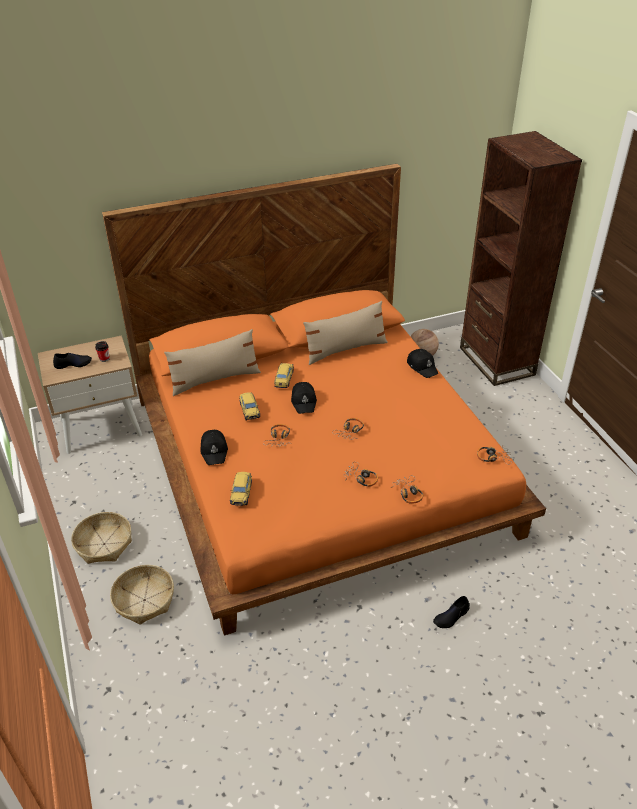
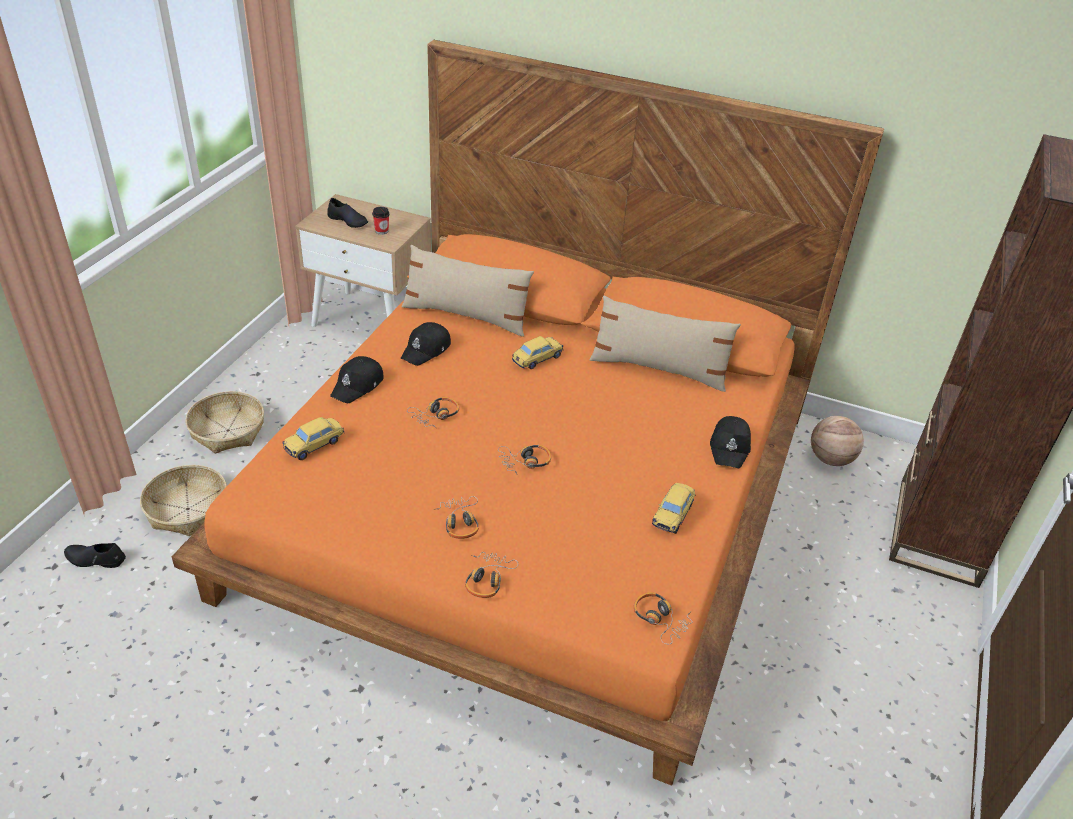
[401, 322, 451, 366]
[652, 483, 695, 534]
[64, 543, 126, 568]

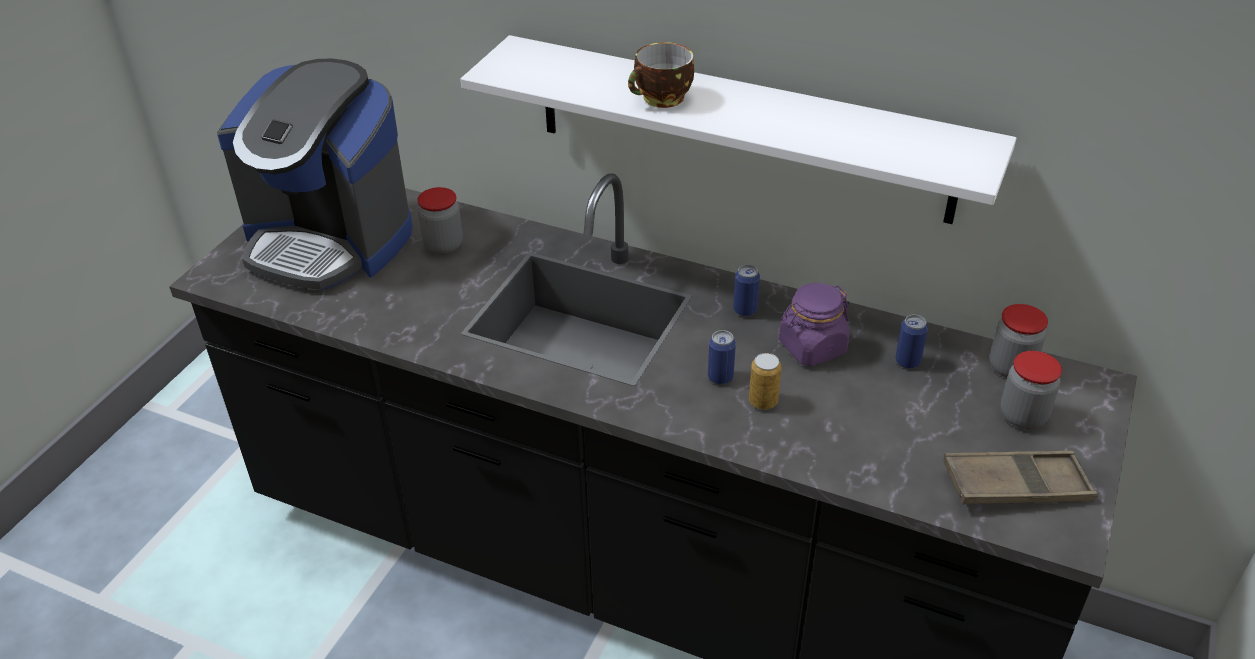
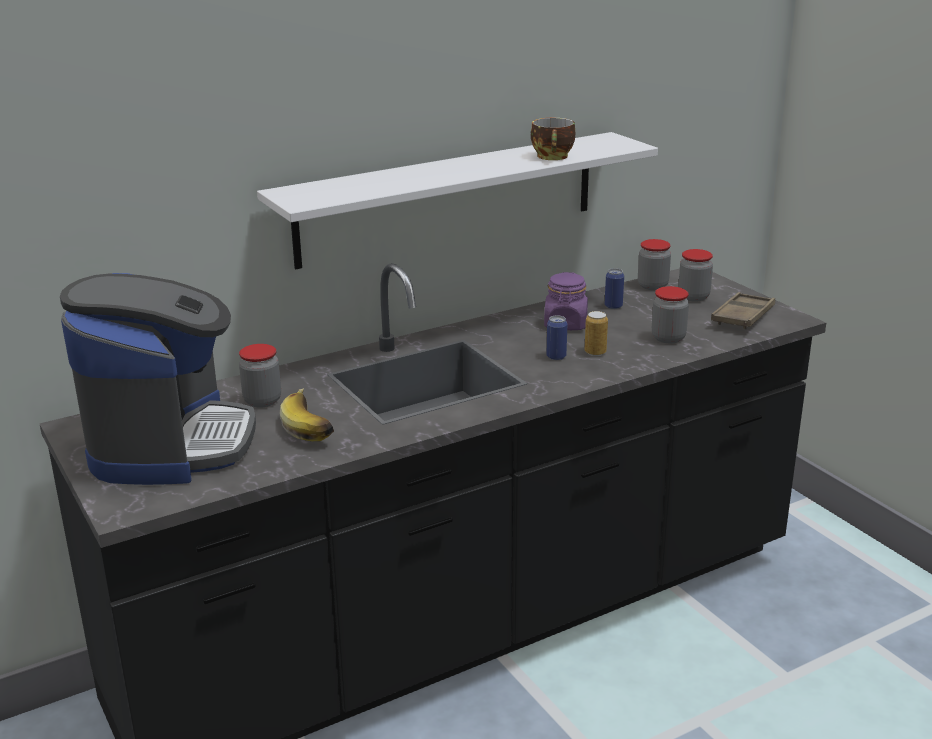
[531, 118, 575, 160]
[60, 273, 256, 485]
[733, 264, 760, 317] (first image)
[652, 286, 689, 343]
[280, 388, 334, 441]

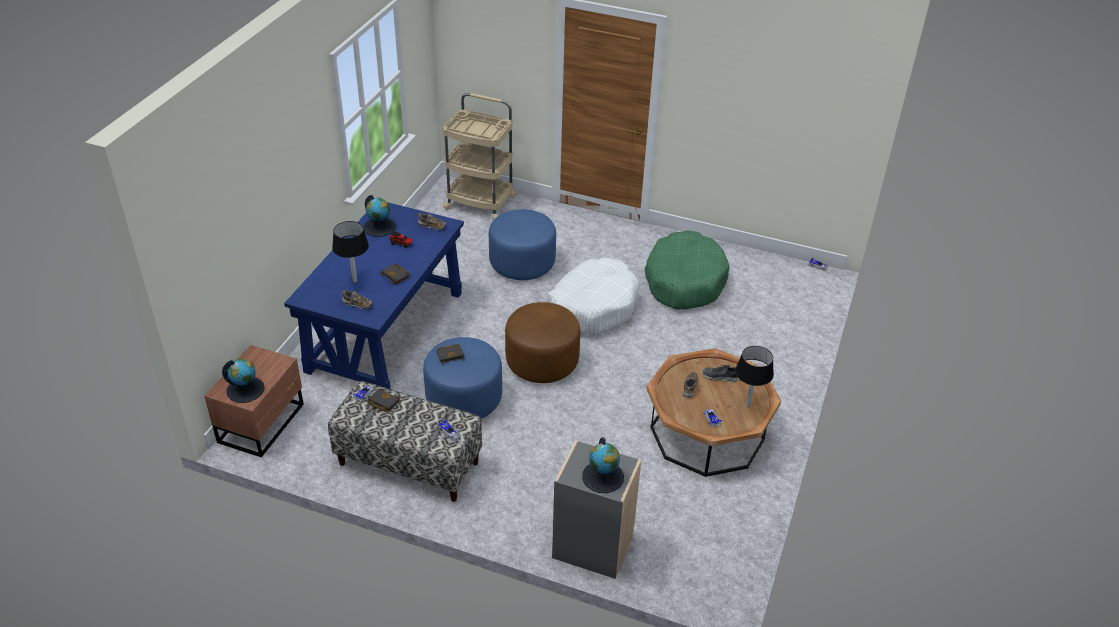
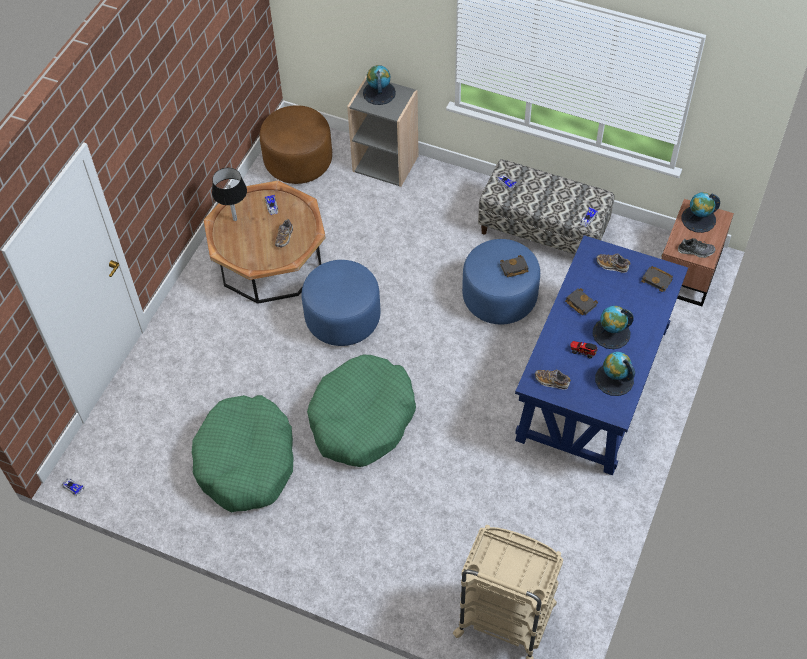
[302, 260, 381, 346]
[332, 221, 369, 283] (first image)
[307, 355, 416, 467]
[260, 105, 332, 184]
[678, 238, 716, 258]
[641, 266, 673, 292]
[593, 306, 634, 349]

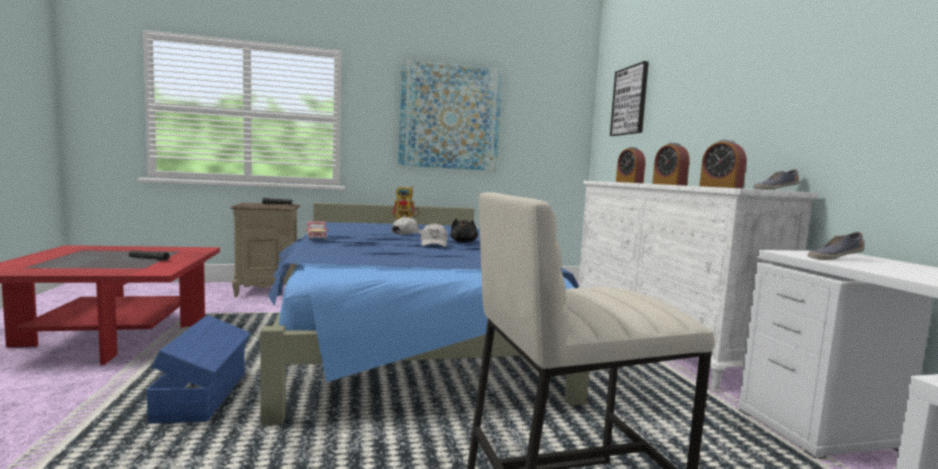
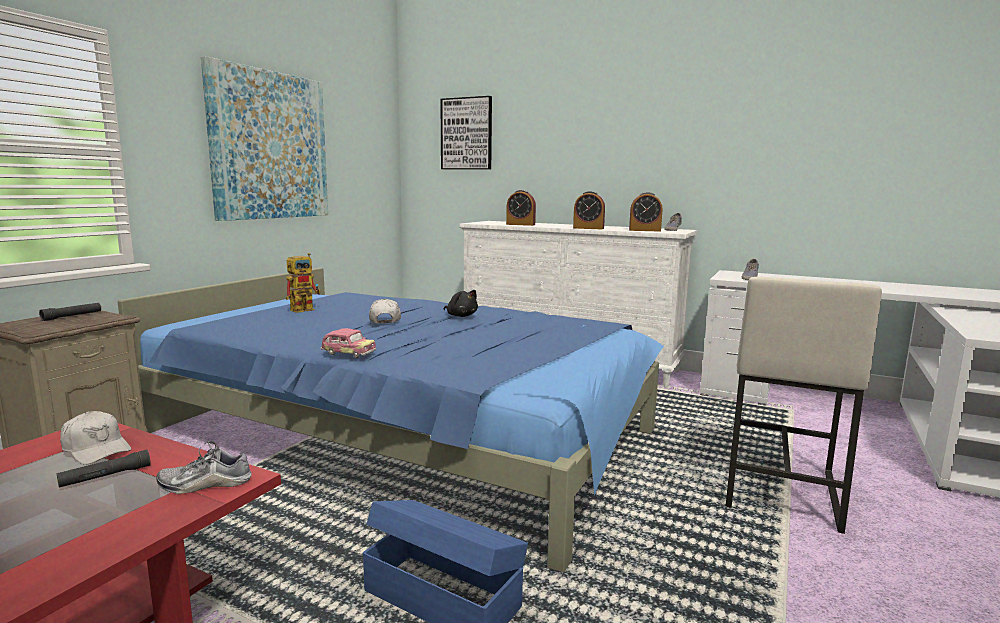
[60, 411, 131, 465]
[156, 441, 252, 494]

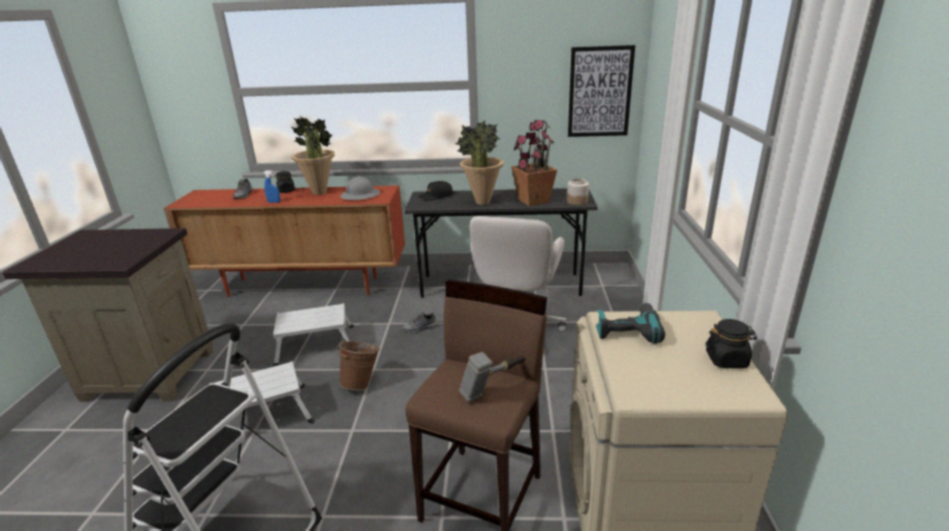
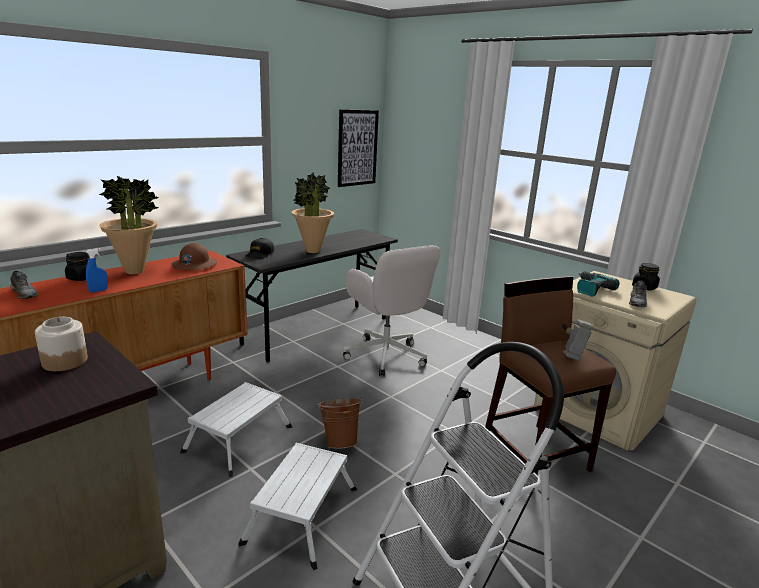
[512, 120, 557, 206] (first image)
[172, 243, 217, 270]
[35, 317, 88, 371]
[629, 280, 647, 307]

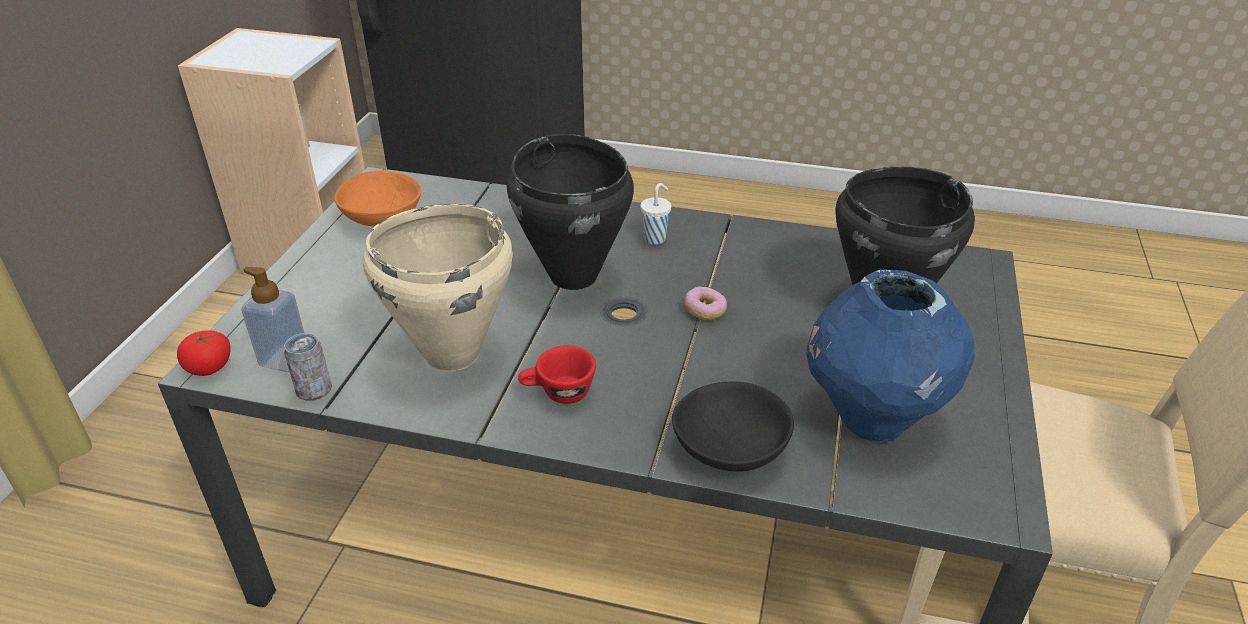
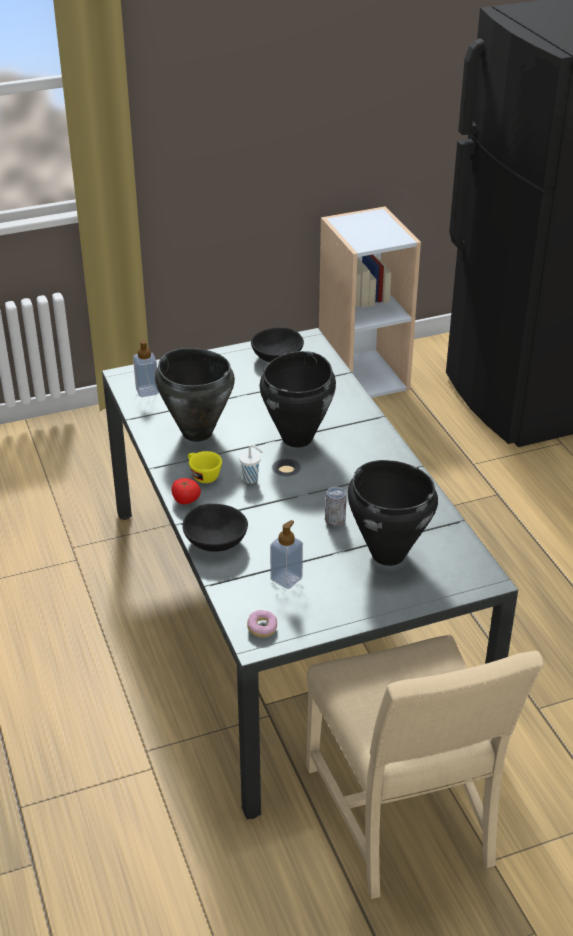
[251, 327, 304, 362]
[239, 445, 263, 484]
[155, 348, 235, 442]
[270, 520, 303, 589]
[247, 610, 277, 638]
[172, 478, 201, 504]
[325, 487, 347, 526]
[188, 451, 222, 483]

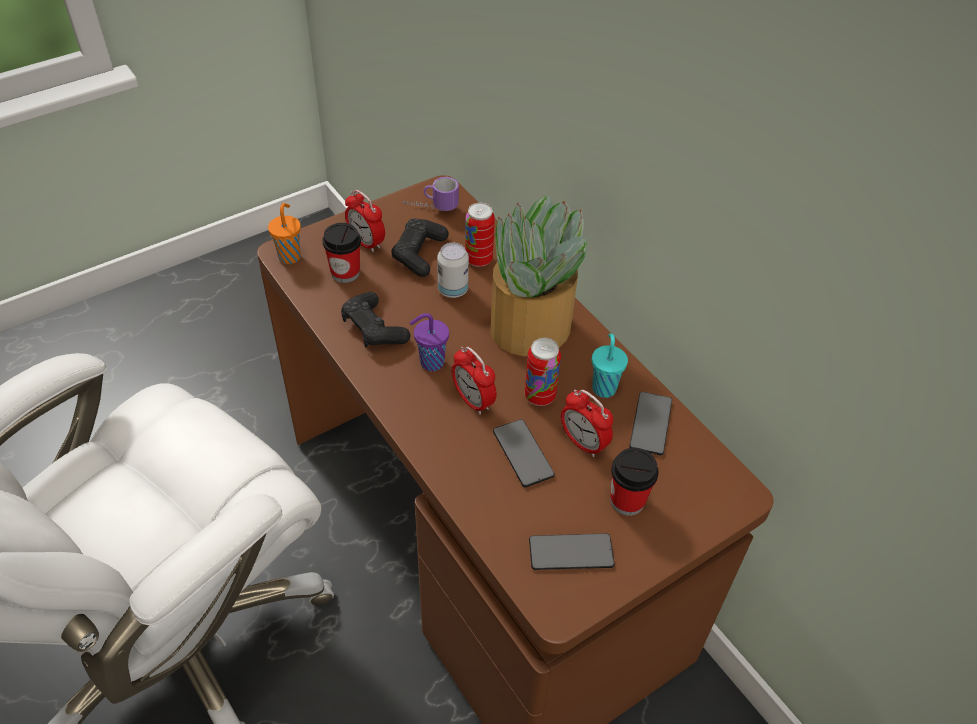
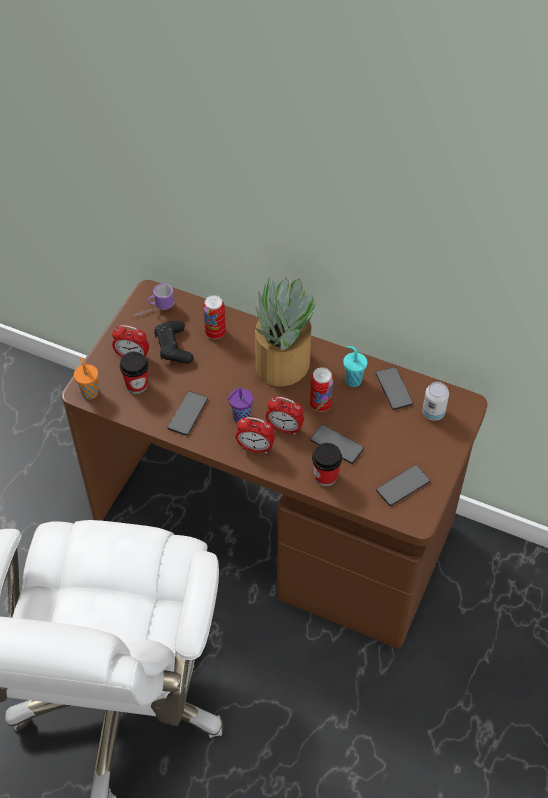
[422, 382, 449, 421]
[168, 391, 208, 436]
[236, 417, 274, 453]
[312, 443, 342, 486]

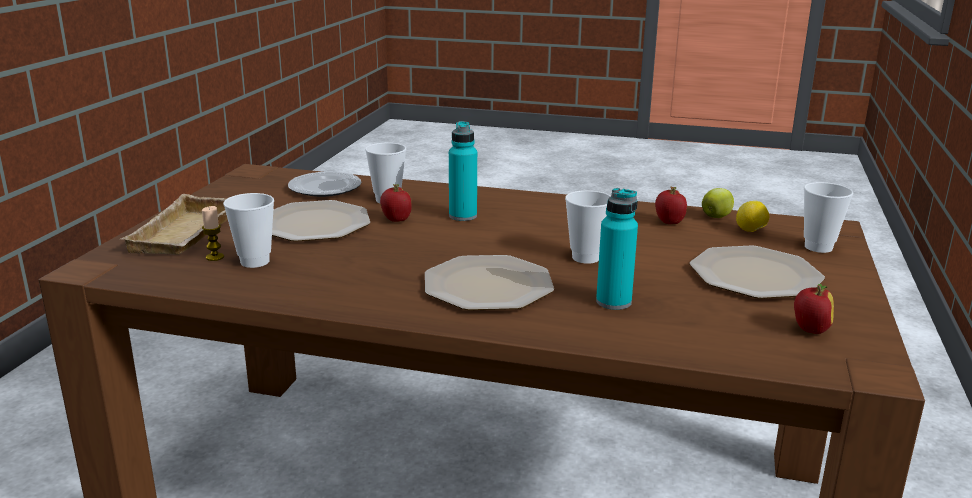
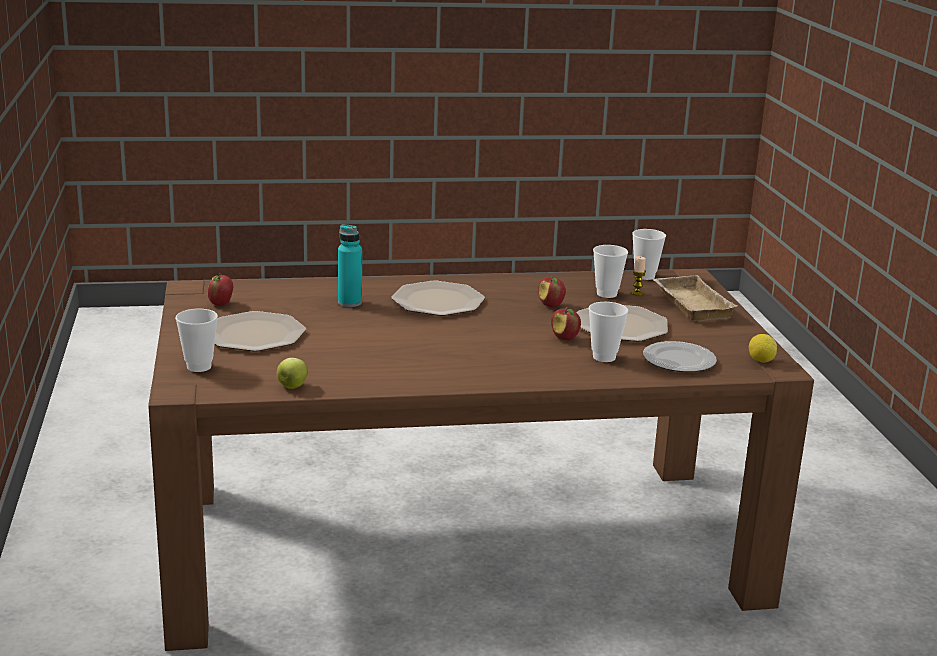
[449, 121, 477, 221] (first image)
[538, 275, 566, 307]
[632, 229, 666, 280]
[749, 334, 777, 363]

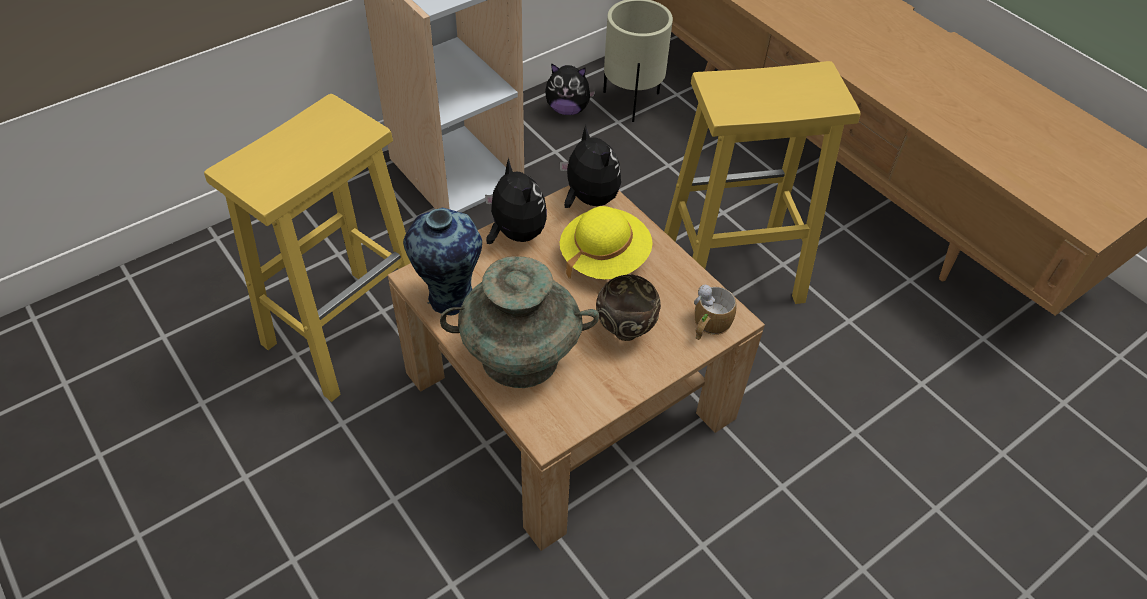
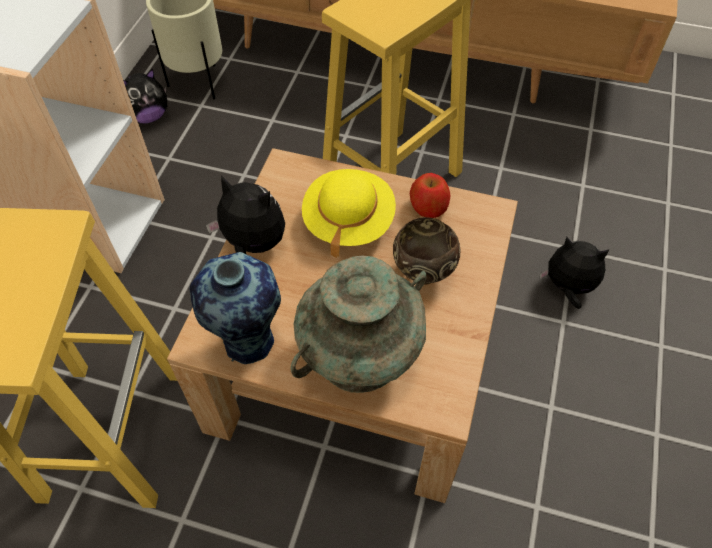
[540, 237, 609, 309]
[694, 285, 736, 340] (first image)
[410, 173, 451, 218]

